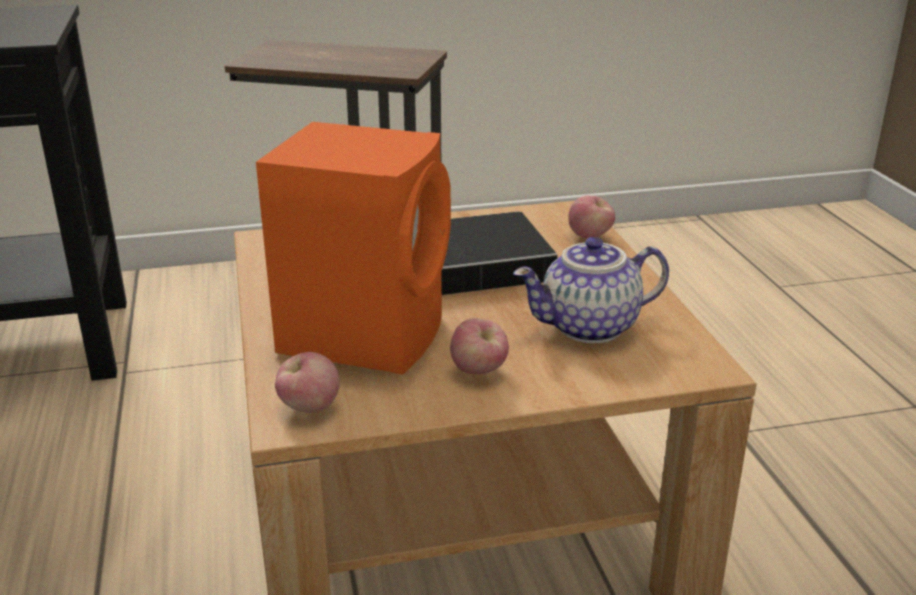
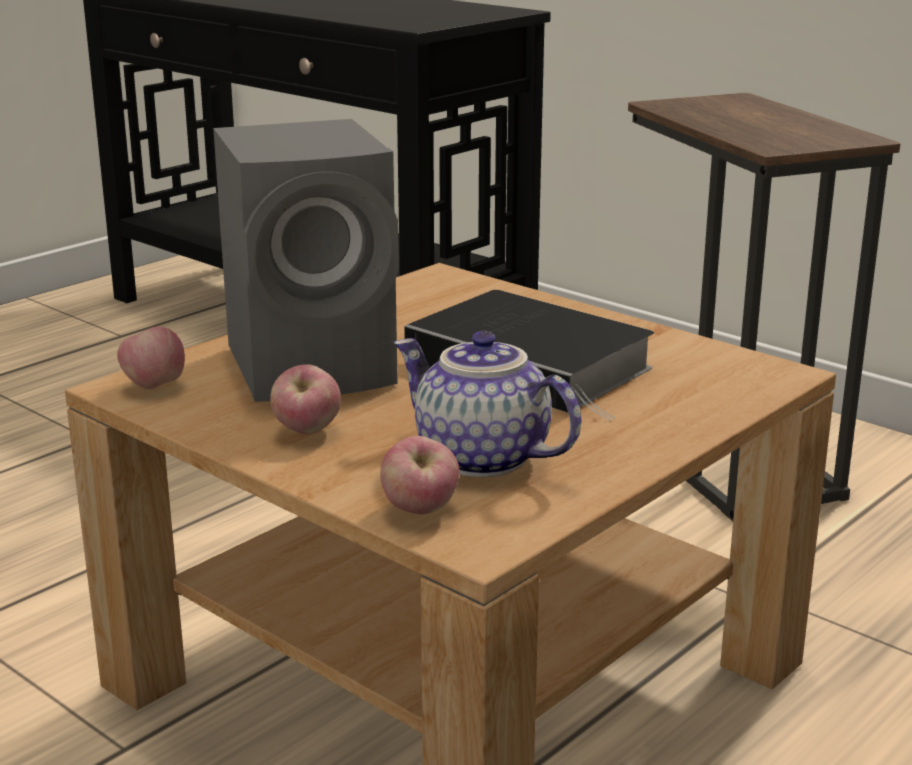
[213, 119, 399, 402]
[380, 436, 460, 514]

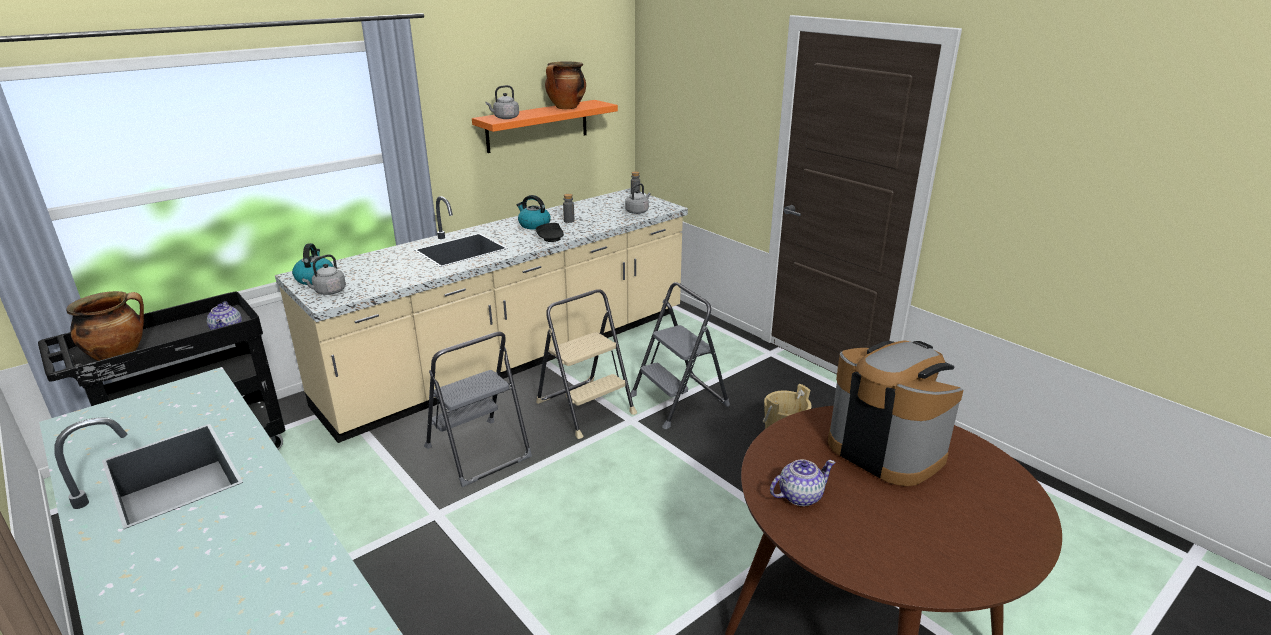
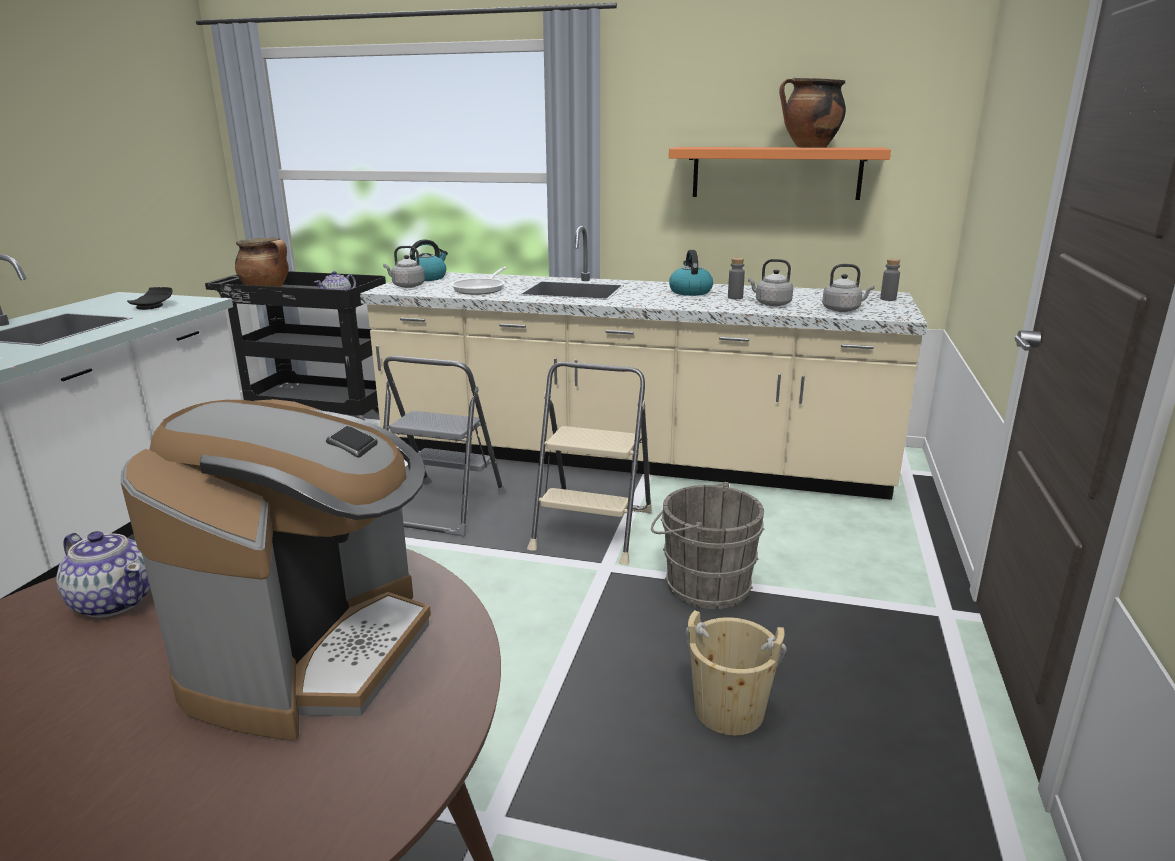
[748, 259, 793, 306]
[127, 287, 173, 310]
[651, 482, 764, 609]
[451, 267, 507, 295]

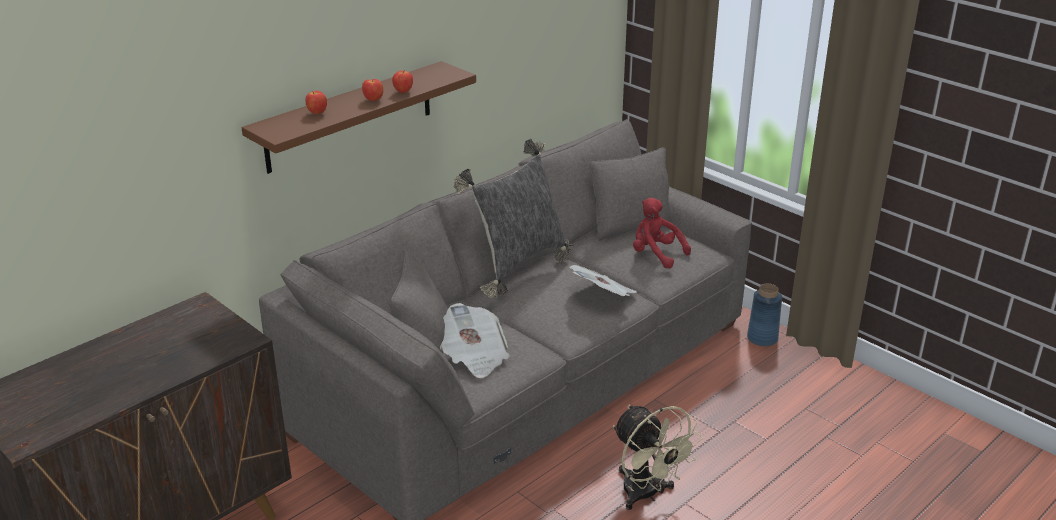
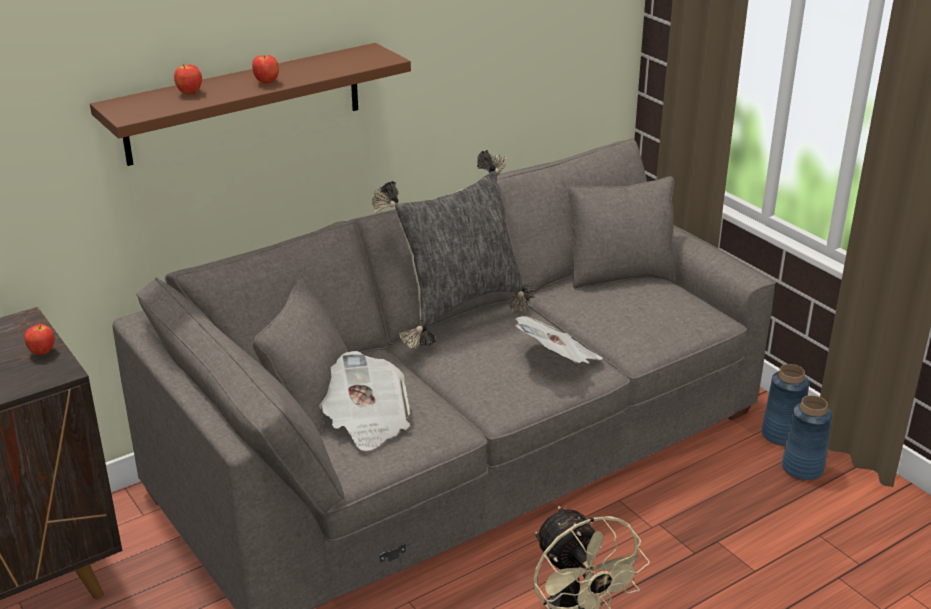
[24, 324, 55, 355]
[633, 198, 691, 269] (first image)
[782, 395, 832, 480]

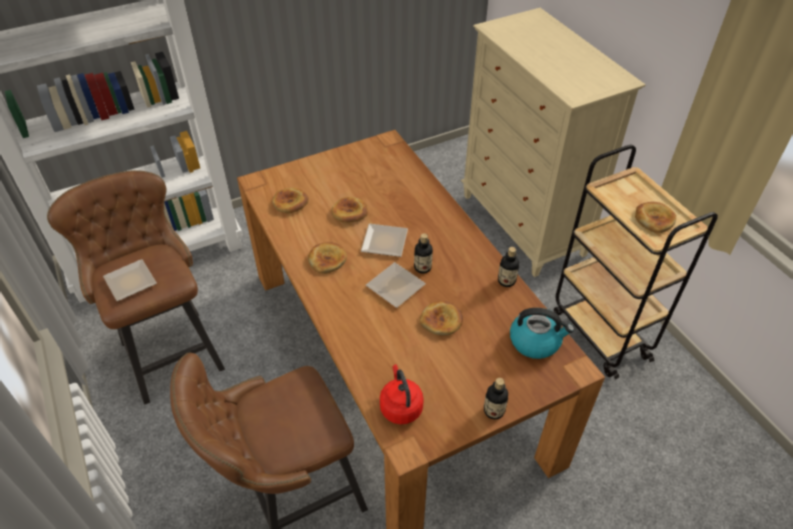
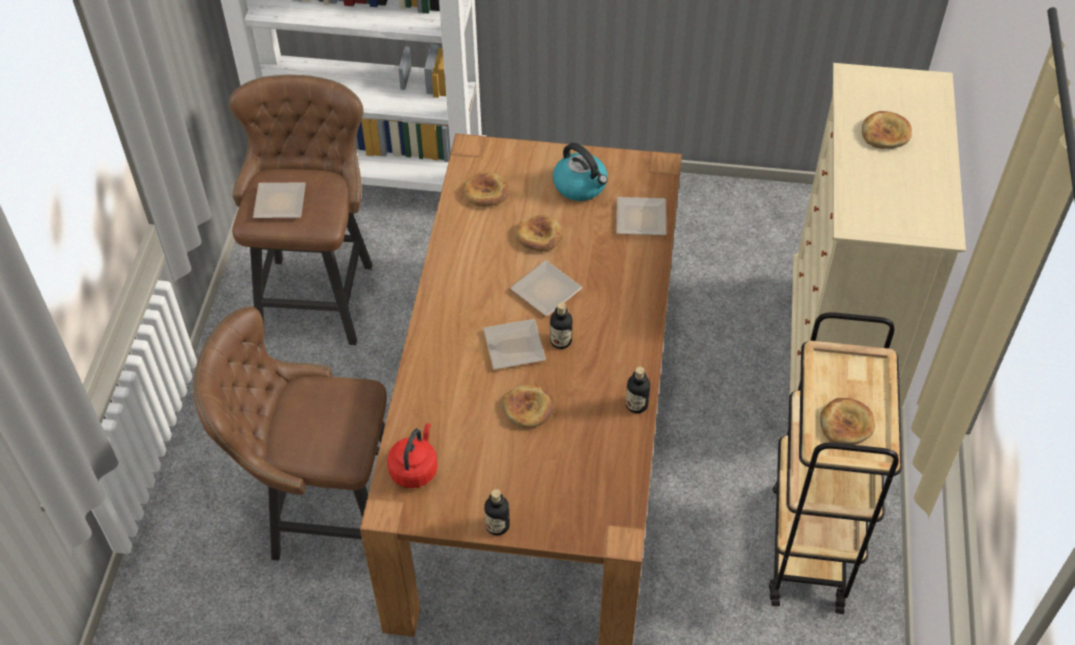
[862, 111, 912, 149]
[553, 143, 608, 201]
[616, 197, 667, 236]

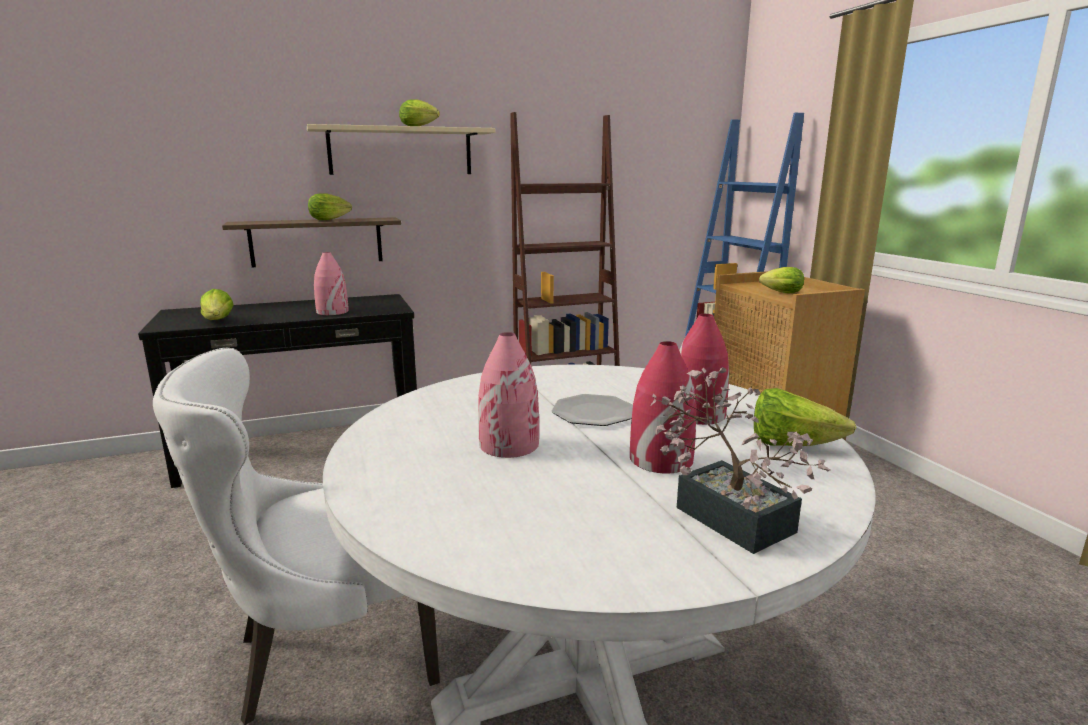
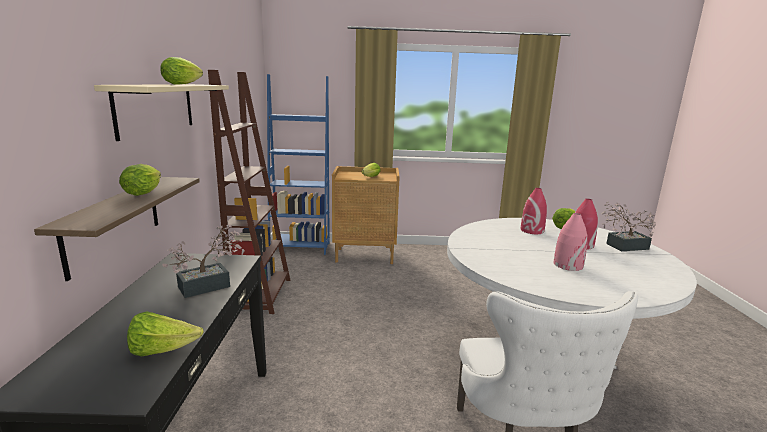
[162, 224, 245, 298]
[552, 394, 633, 426] (first image)

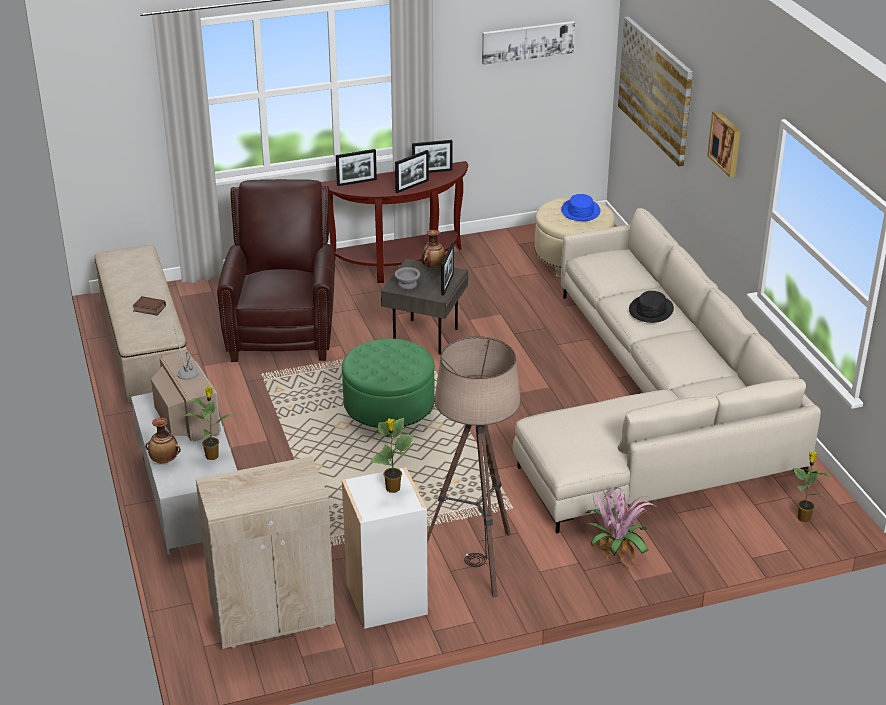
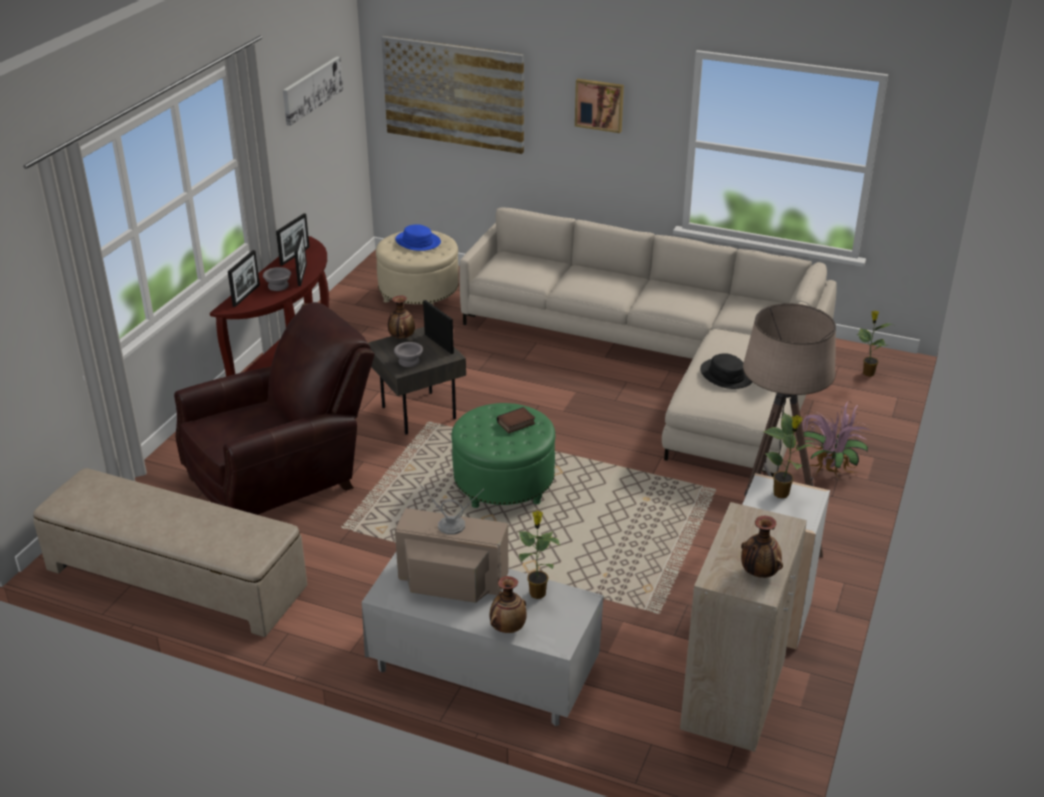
[174, 302, 374, 515]
[700, 353, 753, 389]
[497, 407, 535, 433]
[263, 267, 291, 291]
[741, 516, 783, 578]

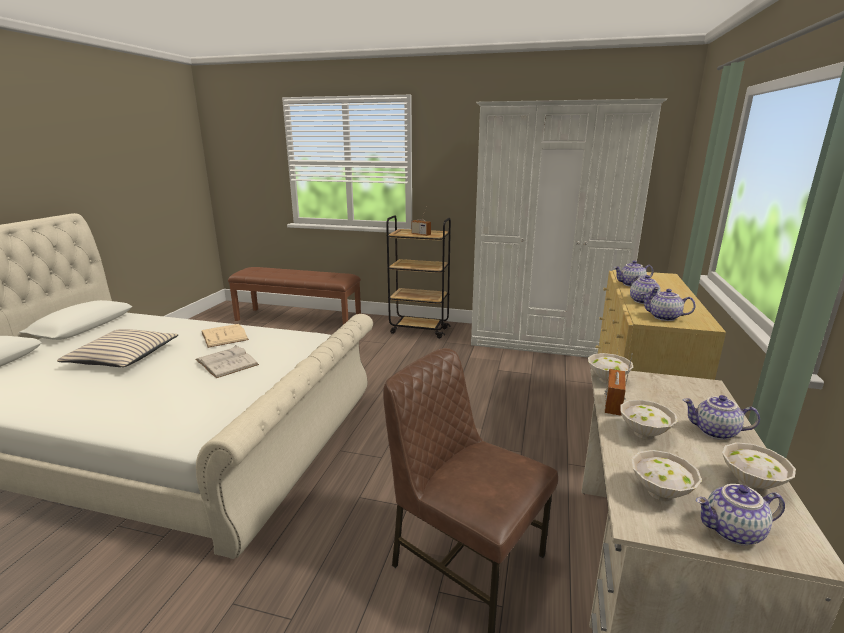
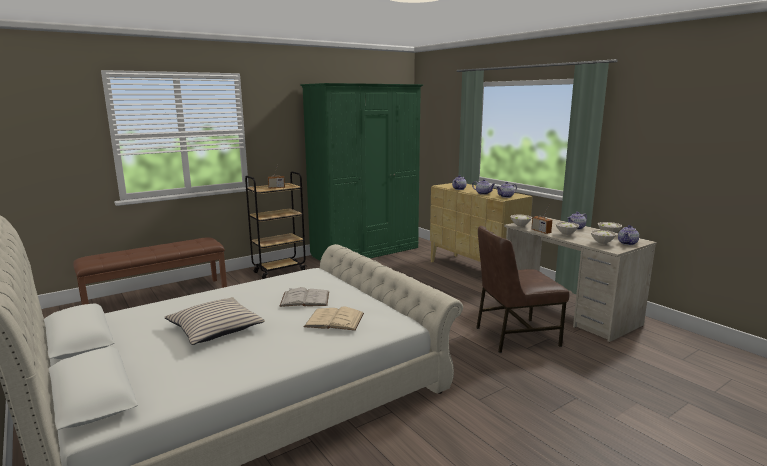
[300, 83, 423, 261]
[304, 306, 364, 331]

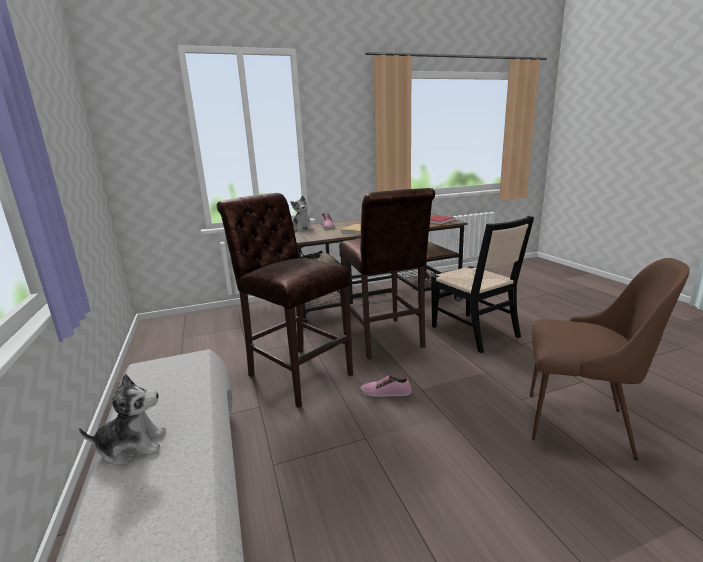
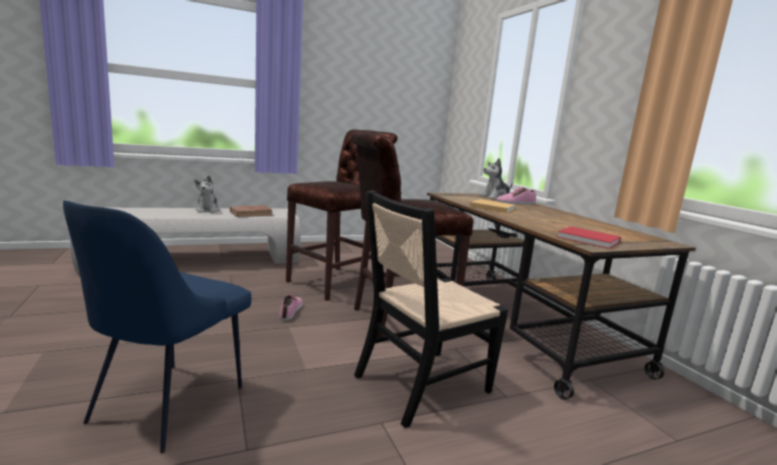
[63, 200, 251, 453]
[230, 205, 273, 217]

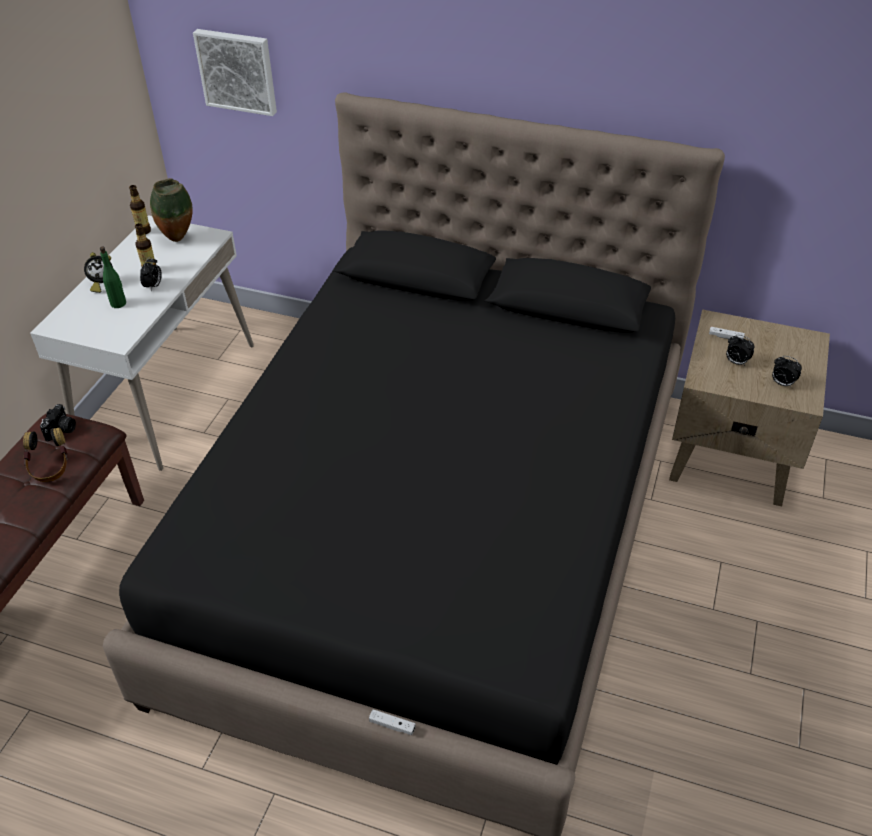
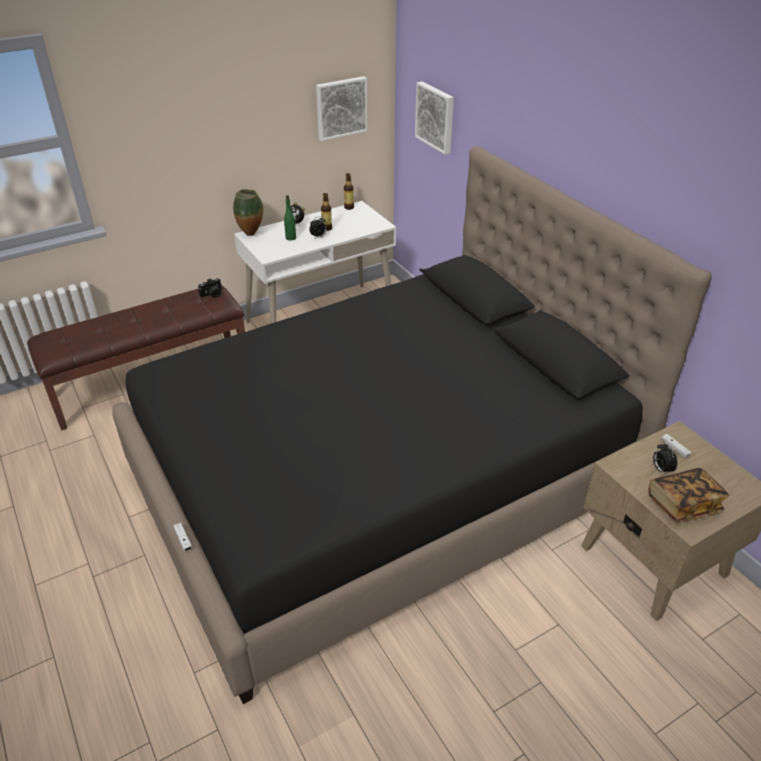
[233, 189, 263, 236]
[648, 468, 729, 523]
[23, 427, 67, 482] (first image)
[316, 76, 368, 141]

